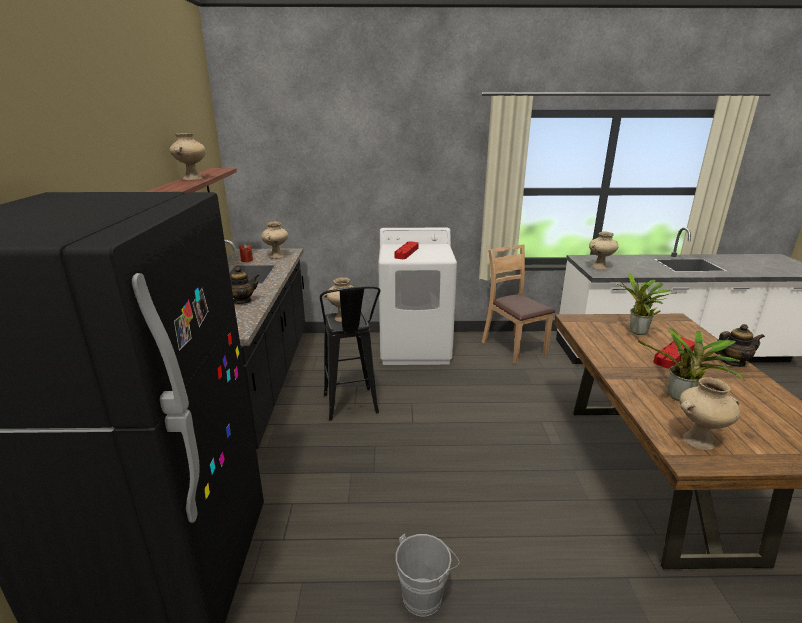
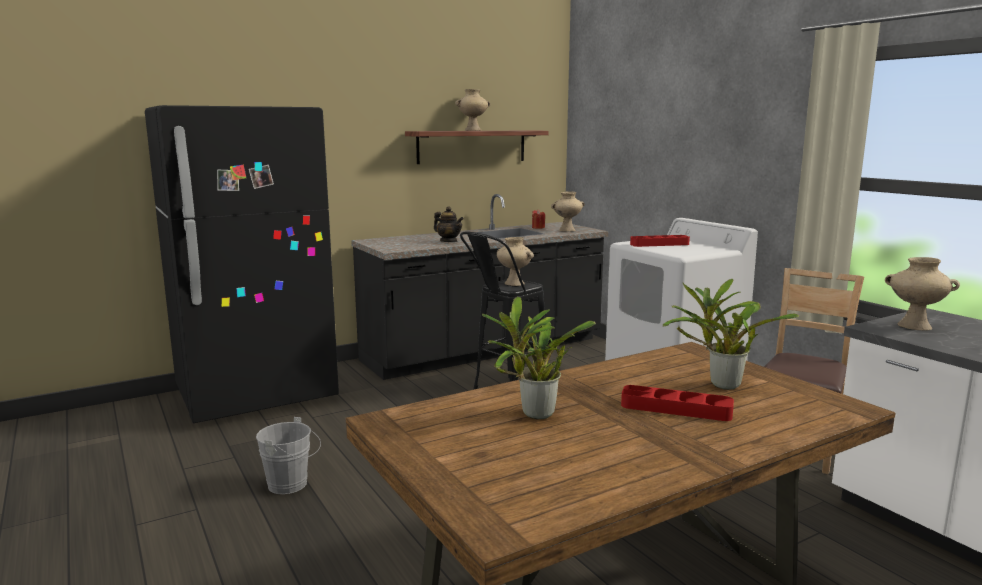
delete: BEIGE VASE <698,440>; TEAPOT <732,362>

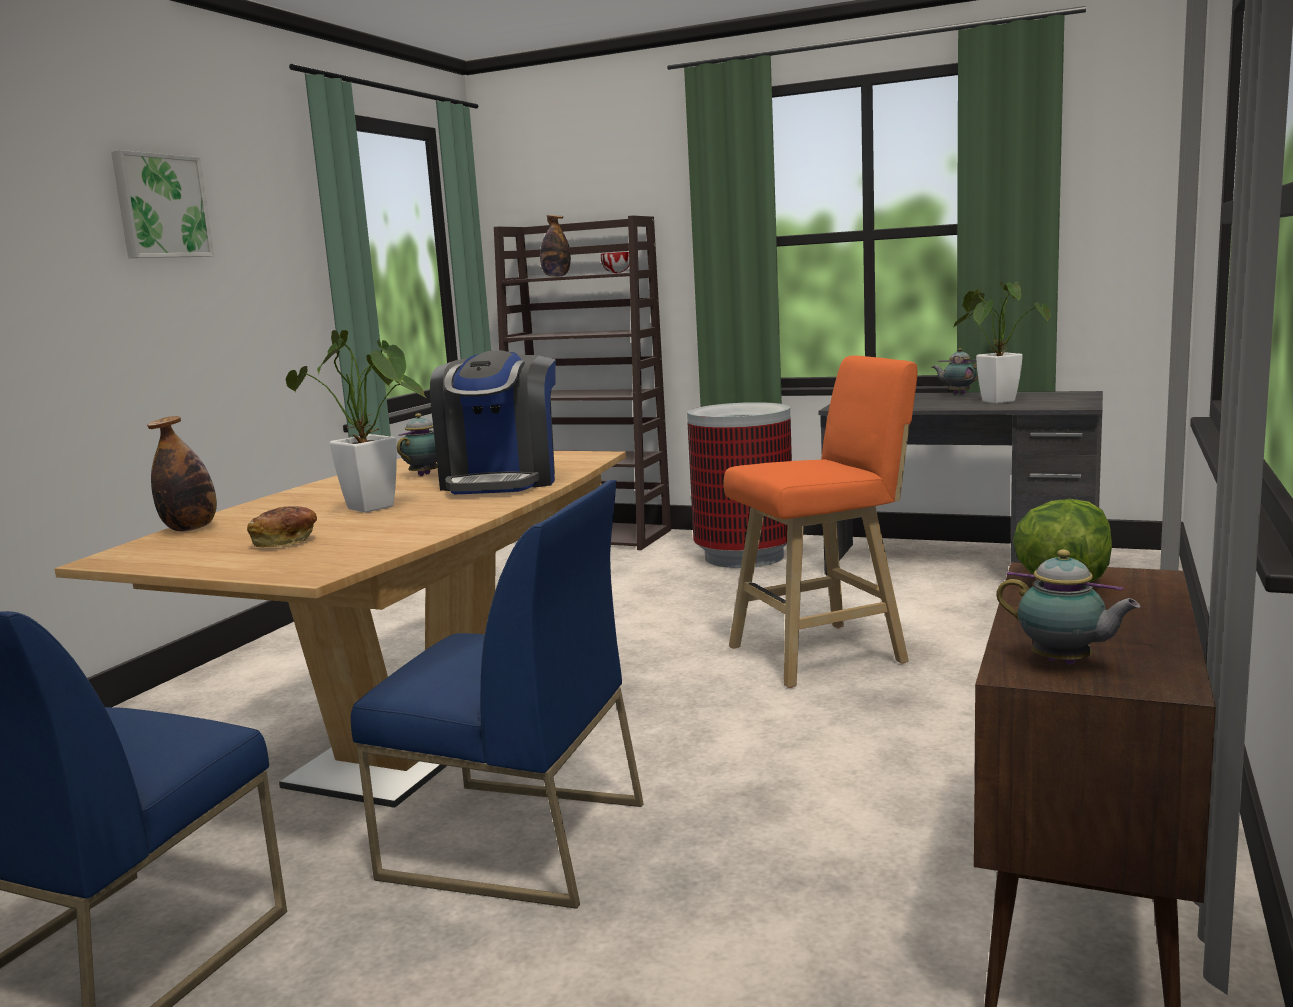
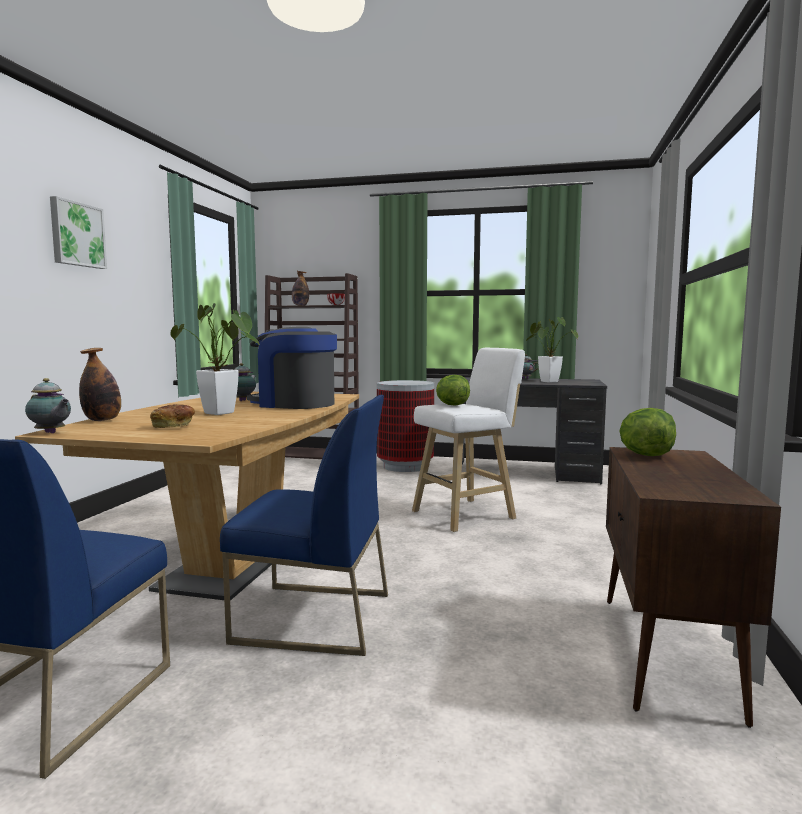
insert: LETTUCE <451,405>
move: TEAPOT <1064,663> to <51,433>
recolor: ORANGE STOOL <824,653> to WHITE STOOL <467,514>
rotate: COFFEE MACHINE <501,481> = <294,404> 120 degrees clockwise

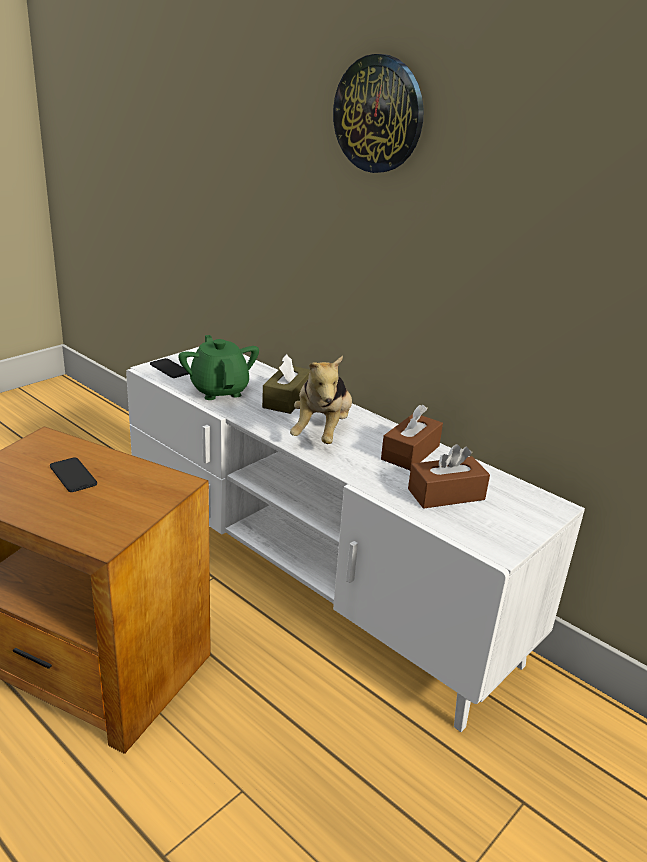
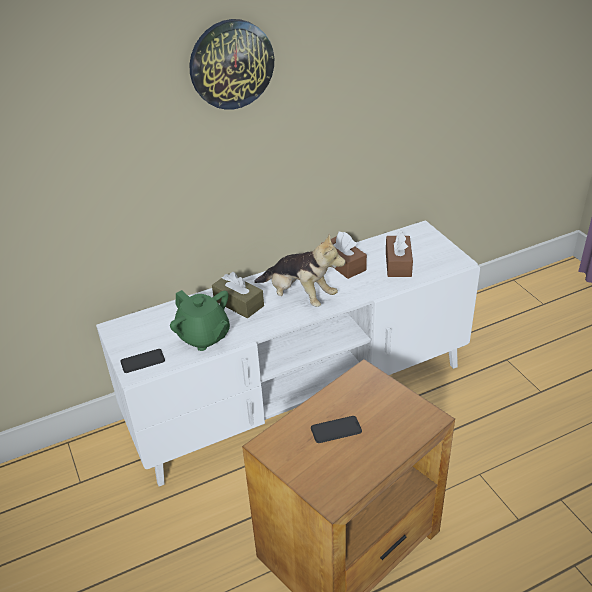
rotate: GREEN TEAPOT <219,390> = <204,337> 135 degrees counterclockwise

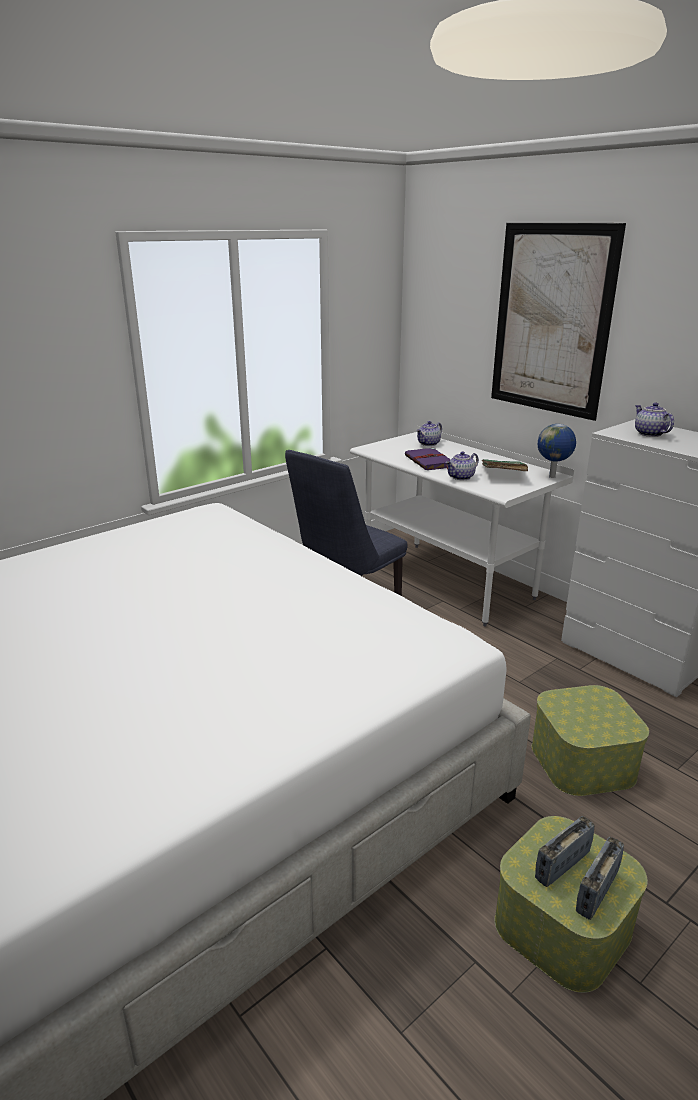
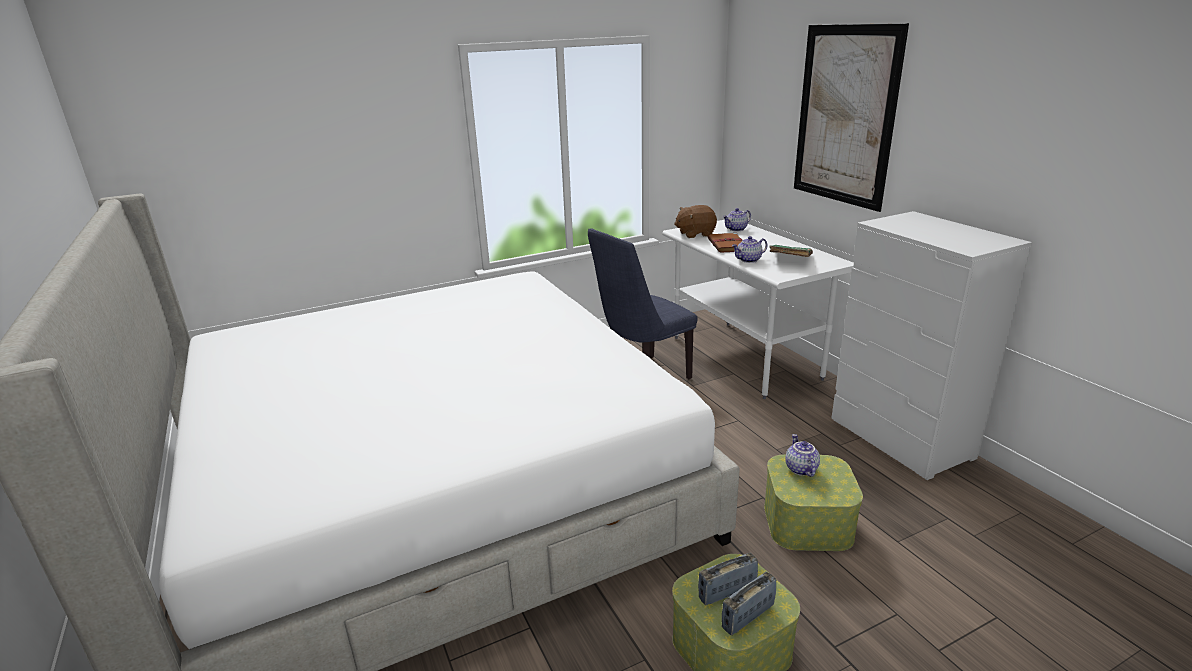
delete: GLOBE <553,477>
insert: BROWN PLUSH TOY <695,234>
move: TEAPOT <649,434> to <800,469>
recolor: PURPLE BOOK <429,462> to BROWN BOOK <727,245>

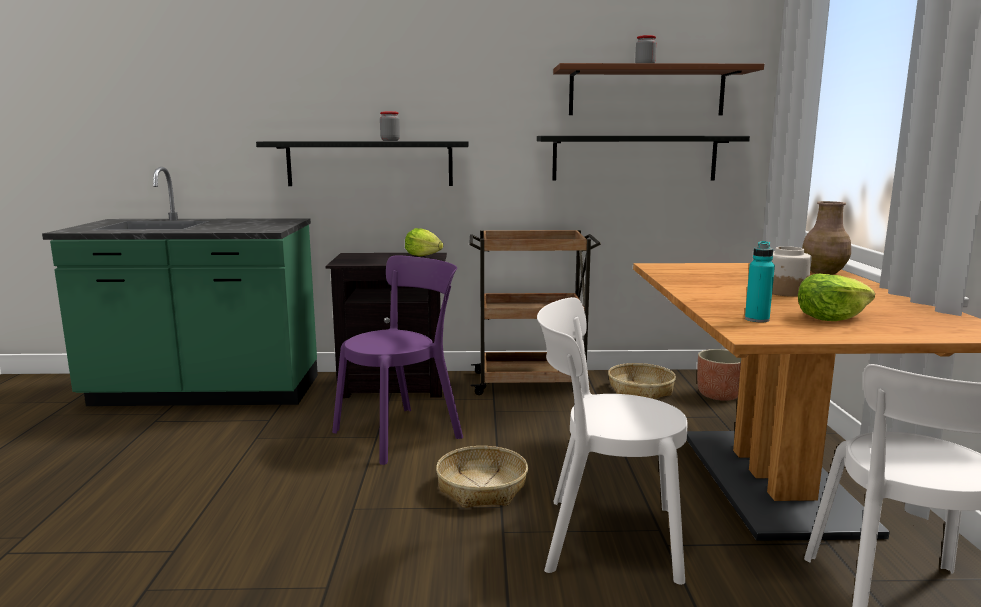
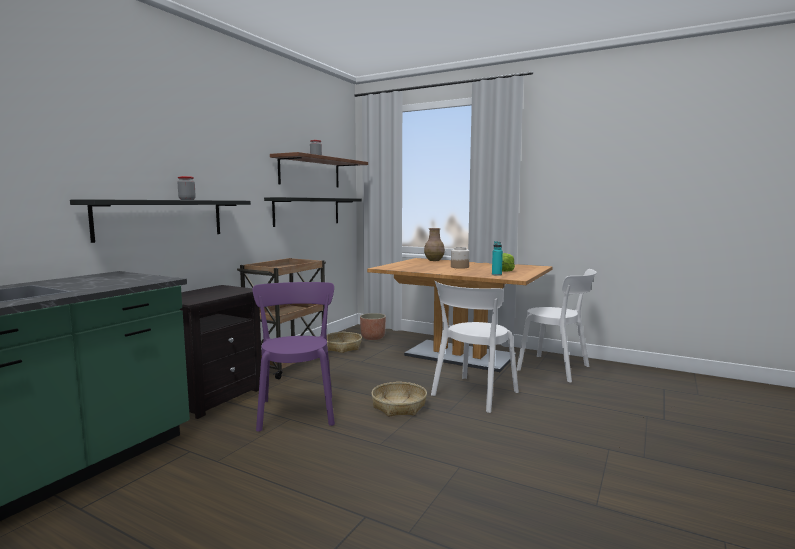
delete: LETTUCE <423,256>

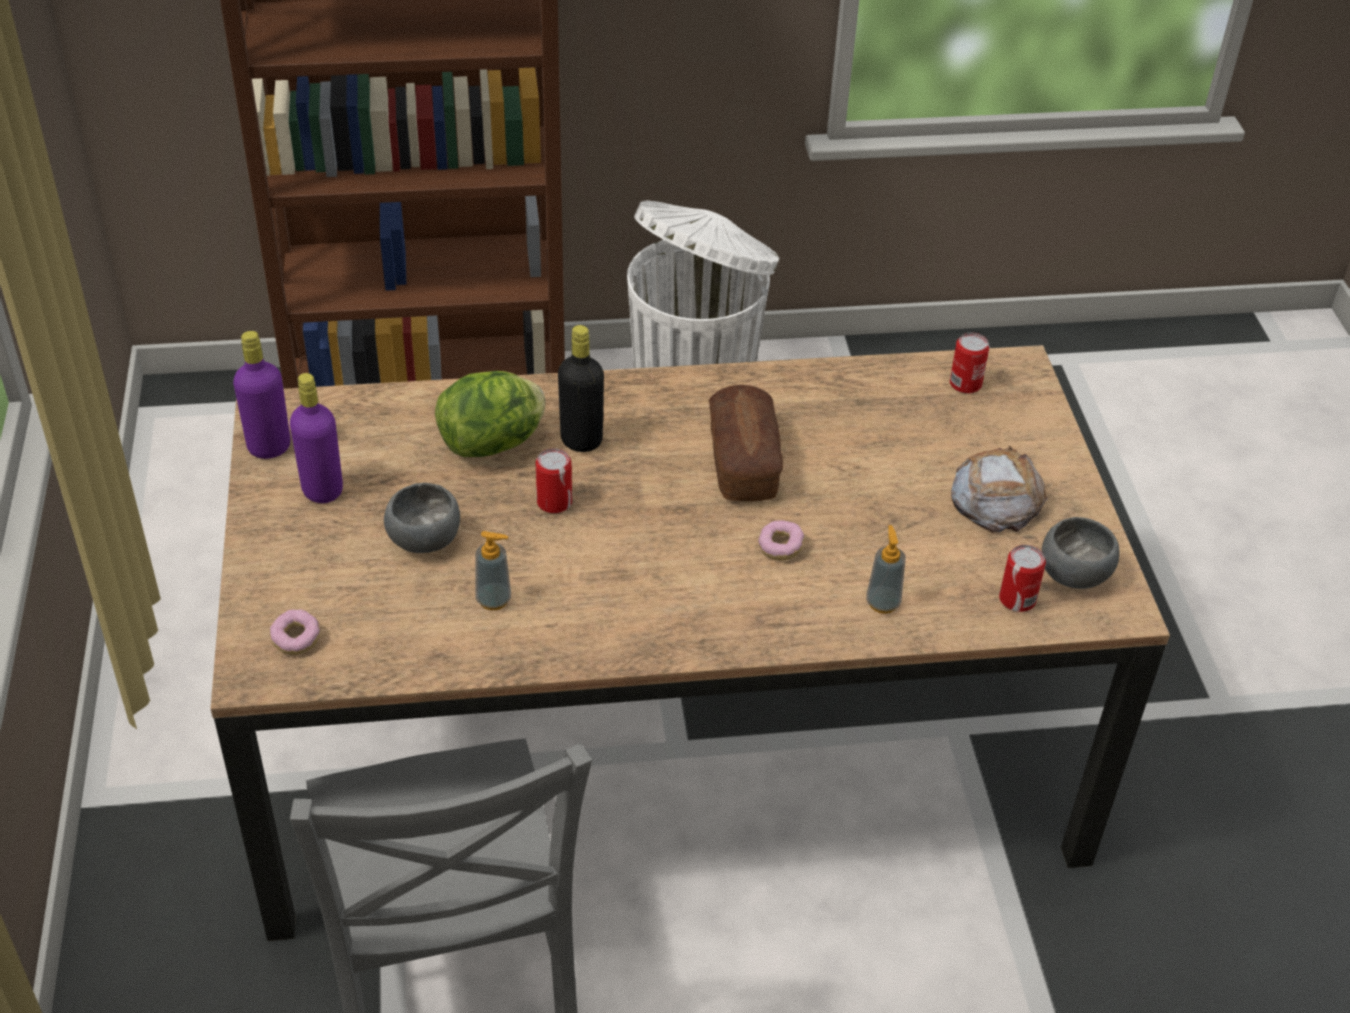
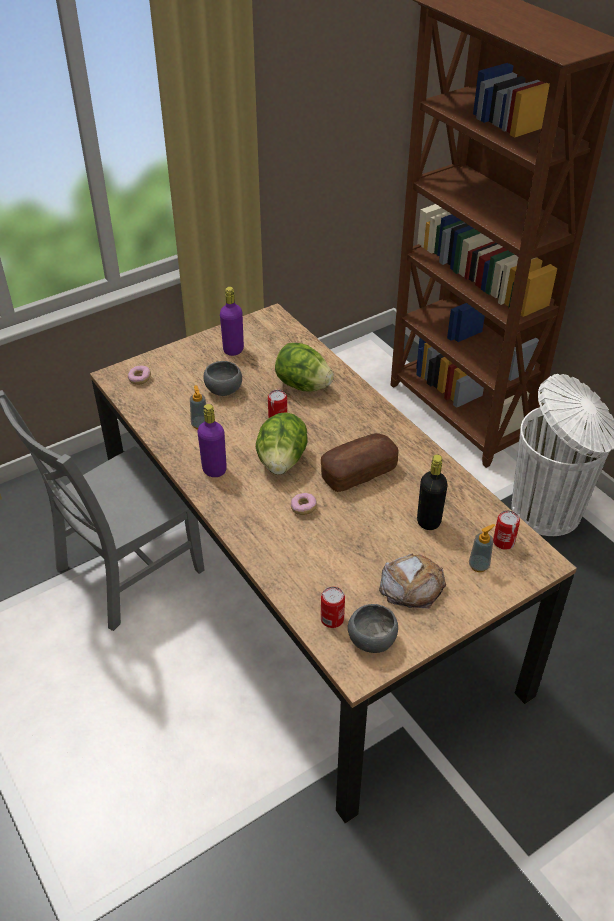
insert: LETTUCE <282,461>
move: PURPLE BOTTLE <269,447> to <214,470>; BLACK BOTTLE <581,440> to <428,521>; SOAP DISPENSER <883,603> to <479,565>

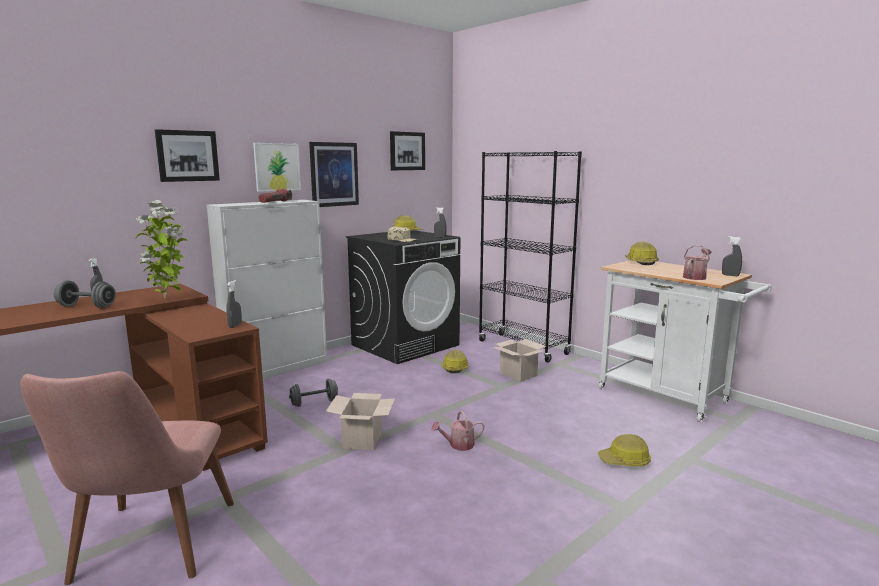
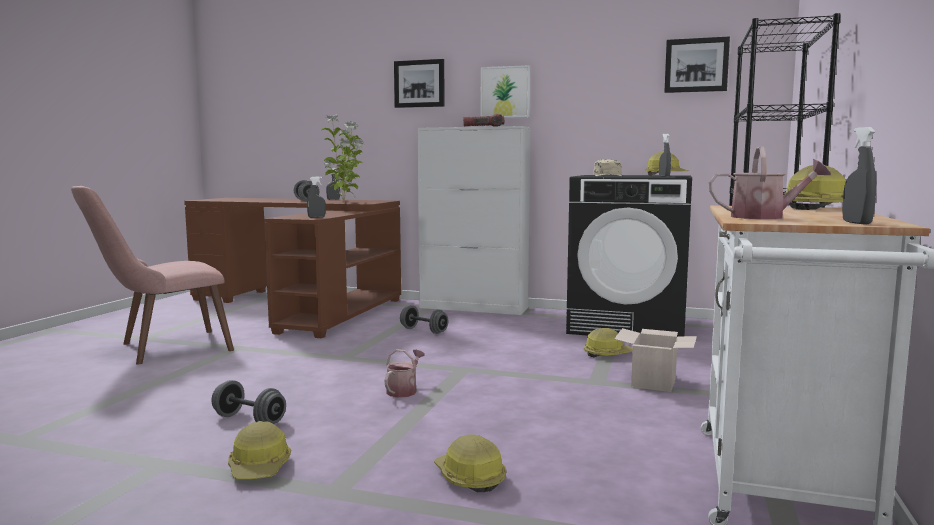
delete: PICTURE <334,174>; CARDBOARD BOX <362,440>
insert: GREY DUMBBELL <249,420>; HARD HAT <260,467>
rotate: WATERING CAN <458,445> = <404,390> 75 degrees clockwise

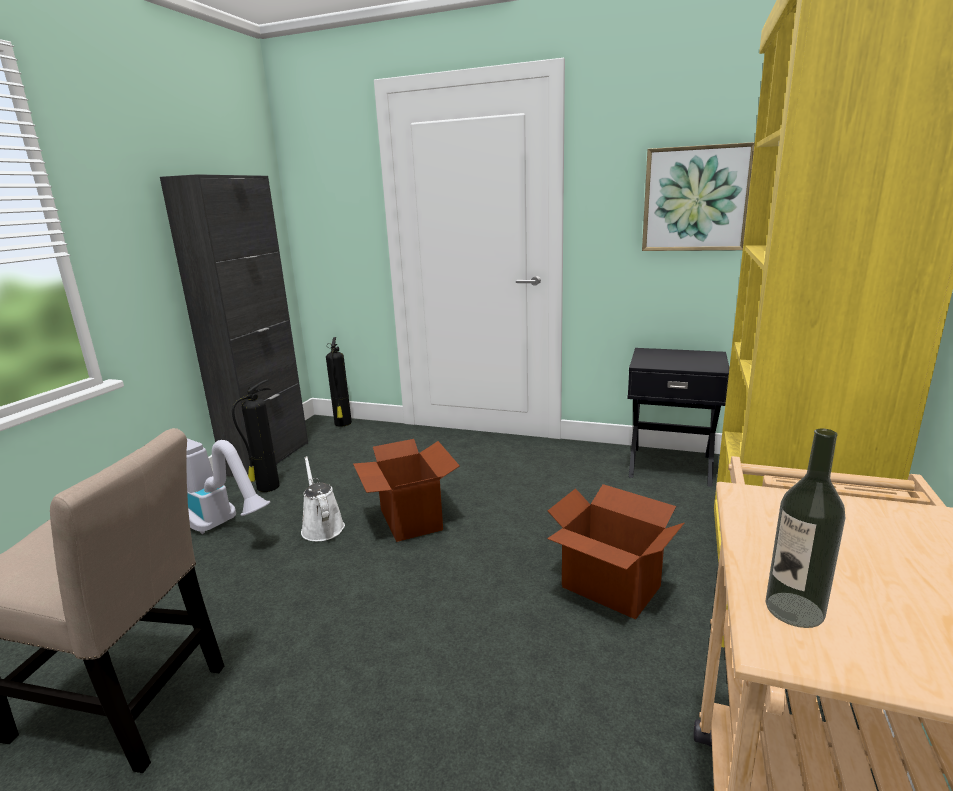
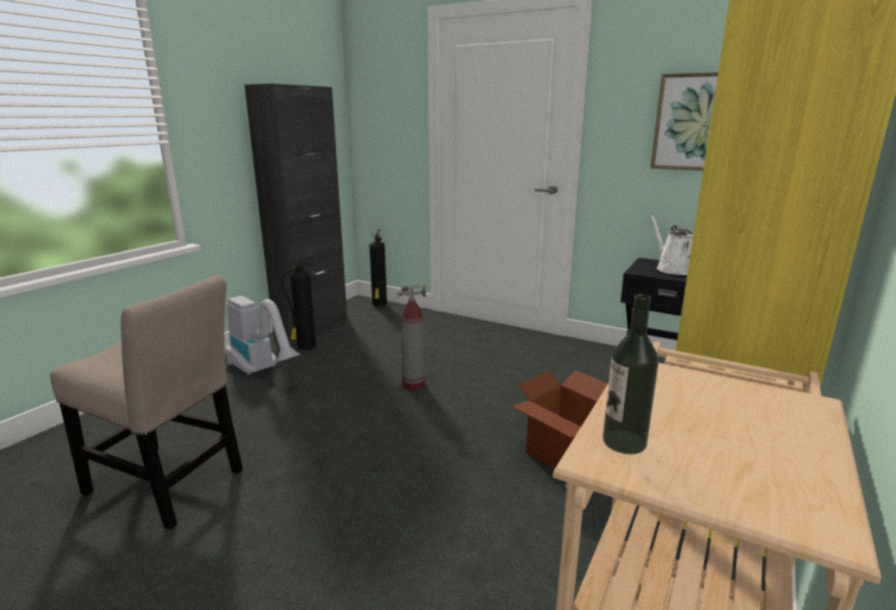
move: WHITE WATERING CAN <322,527> to <672,269>
replace: CARDBOARD BOX <409,520> to FIRE EXTINGUISHER <413,385>

